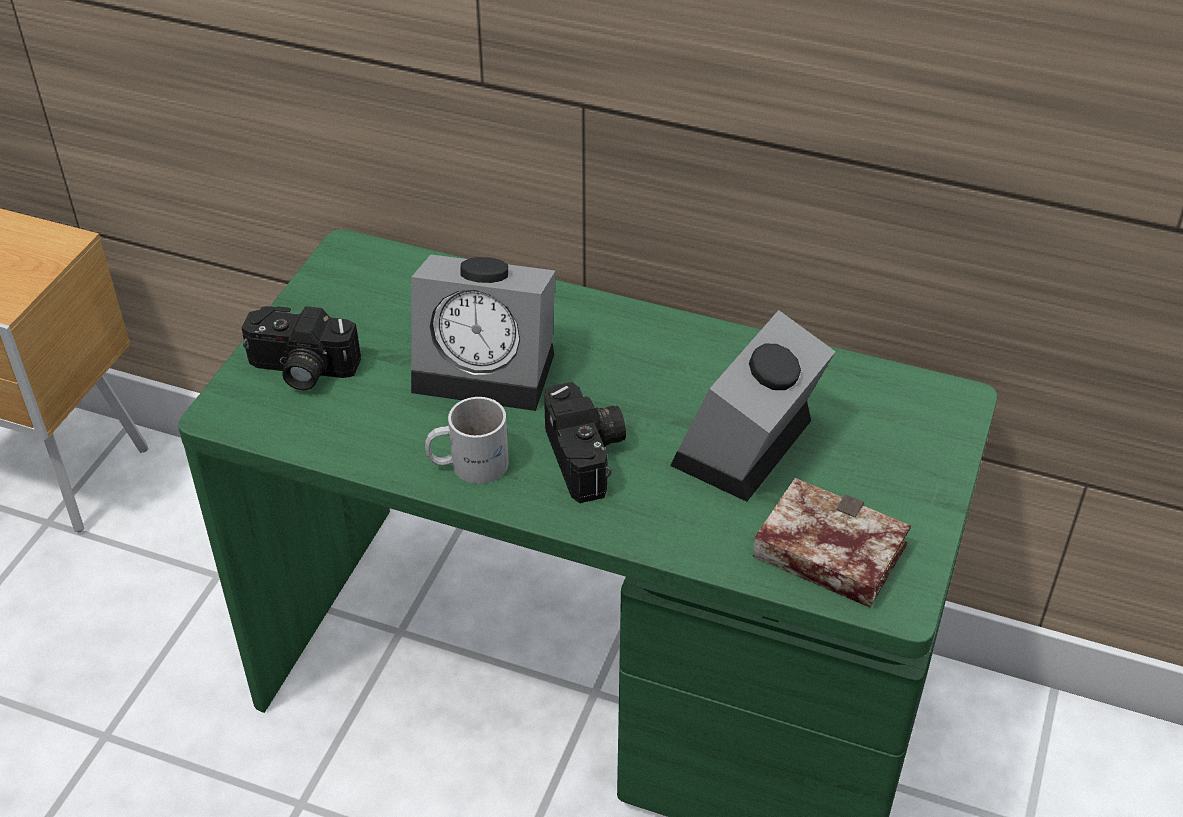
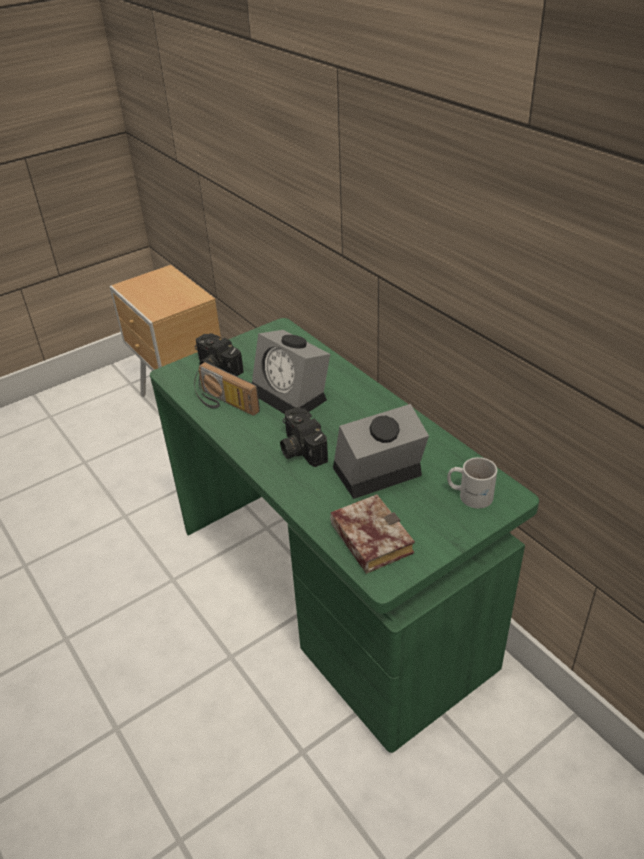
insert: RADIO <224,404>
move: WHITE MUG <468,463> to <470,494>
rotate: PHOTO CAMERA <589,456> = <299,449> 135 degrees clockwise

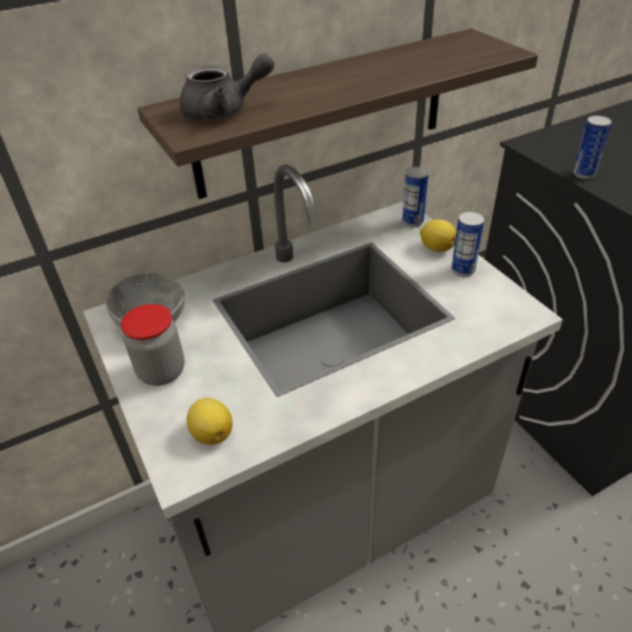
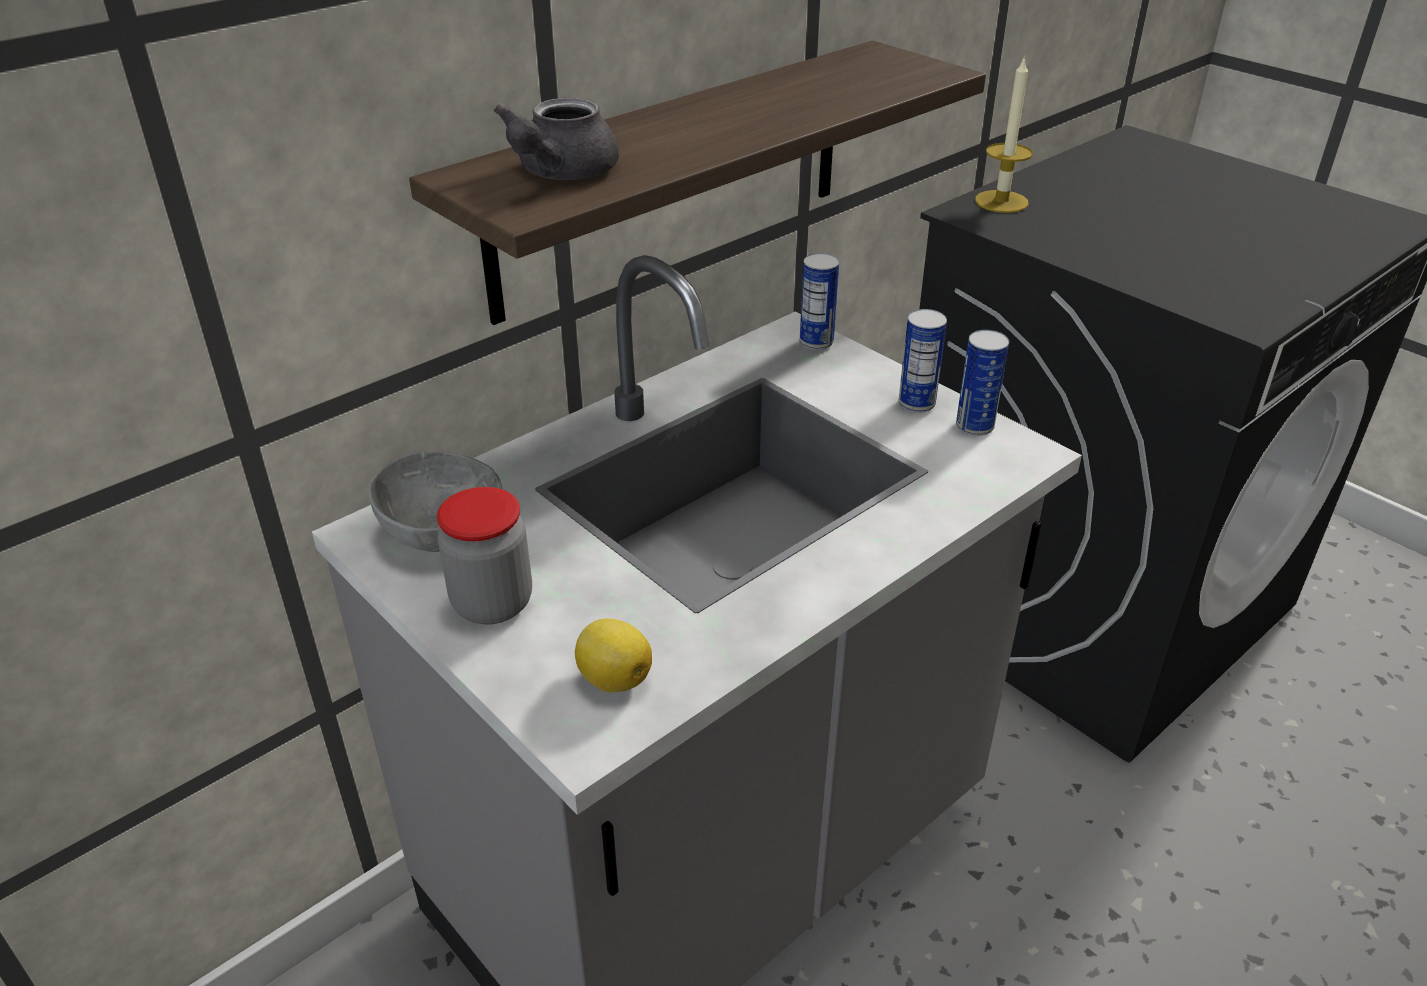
delete: LEMON <436,248>
insert: CANDLE <1001,201>
move: CAN <583,174> to <974,426>
rotate: GREY TEAPOT <224,111> = <559,173> 135 degrees clockwise

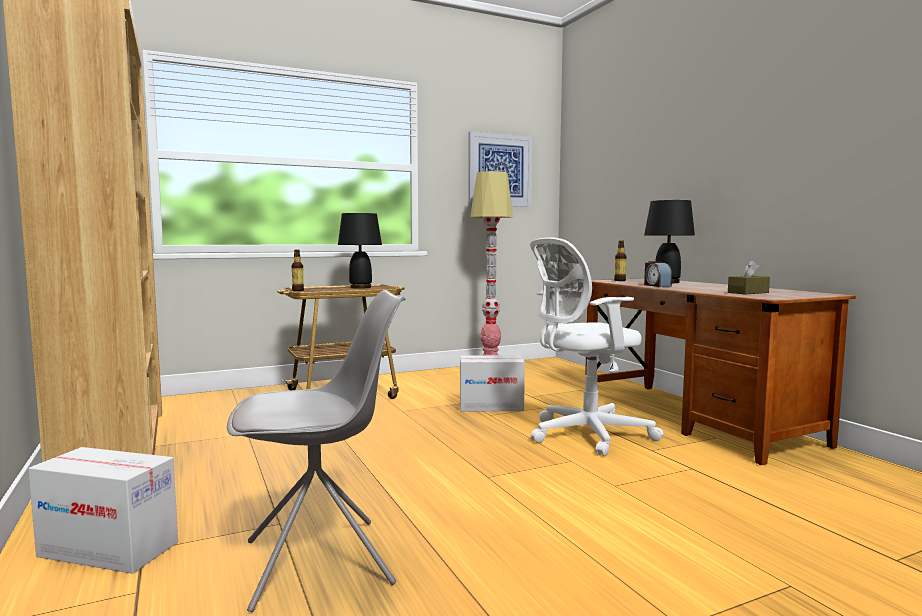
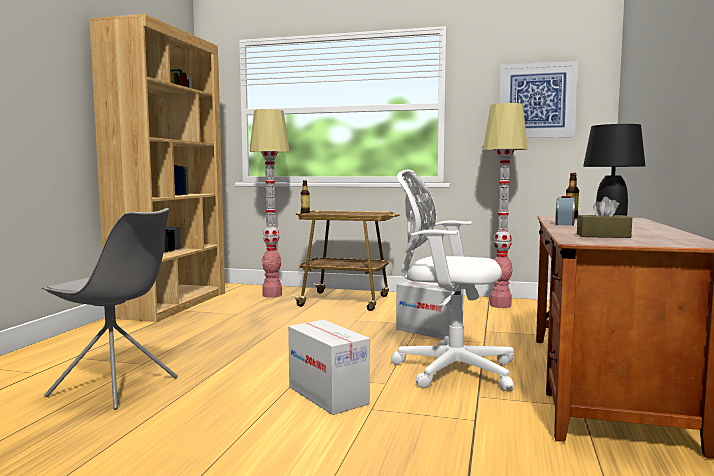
delete: BLACK TABLE LAMP <360,287>
insert: FLOOR LAMP <272,295>
move: CARDBOARD BOX <109,549> to <328,395>

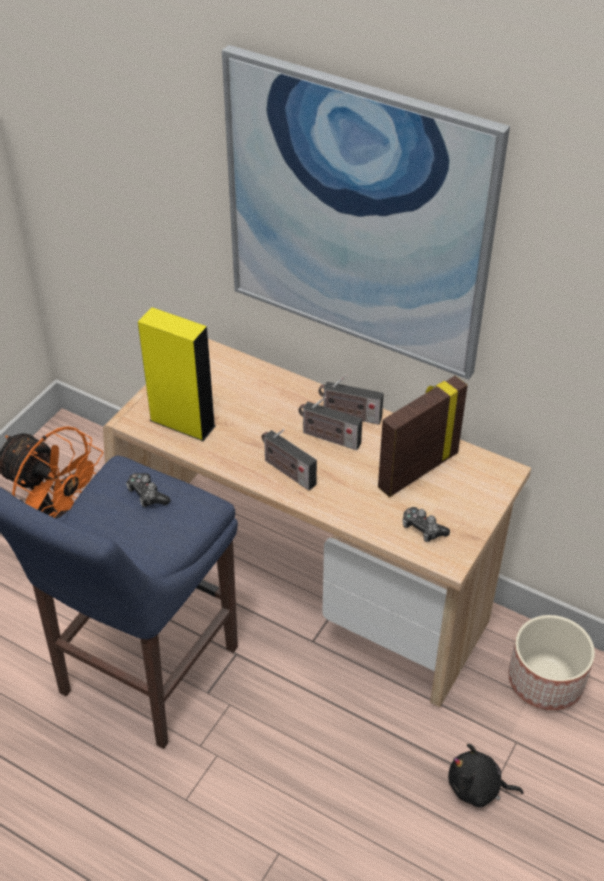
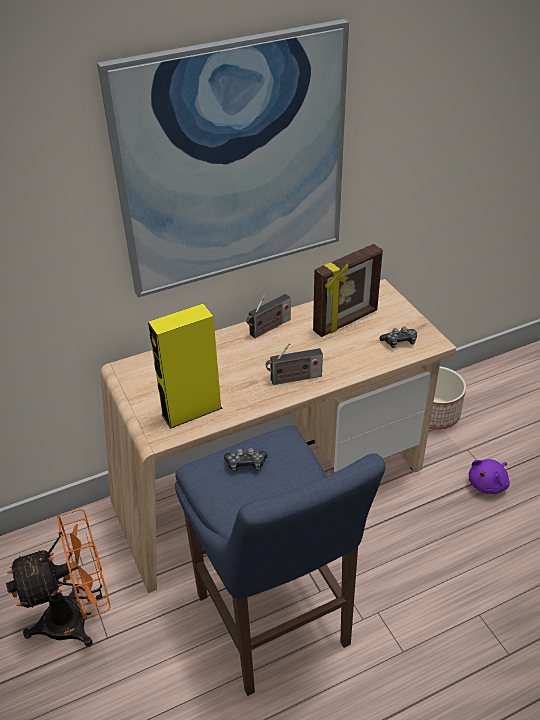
delete: RADIO <328,438>
recolor: BLACK PLUSH TOY <477,787> to PURPLE PLUSH TOY <488,484>
rotate: PICTURE FRAME <417,470> = <346,322> 120 degrees counterclockwise

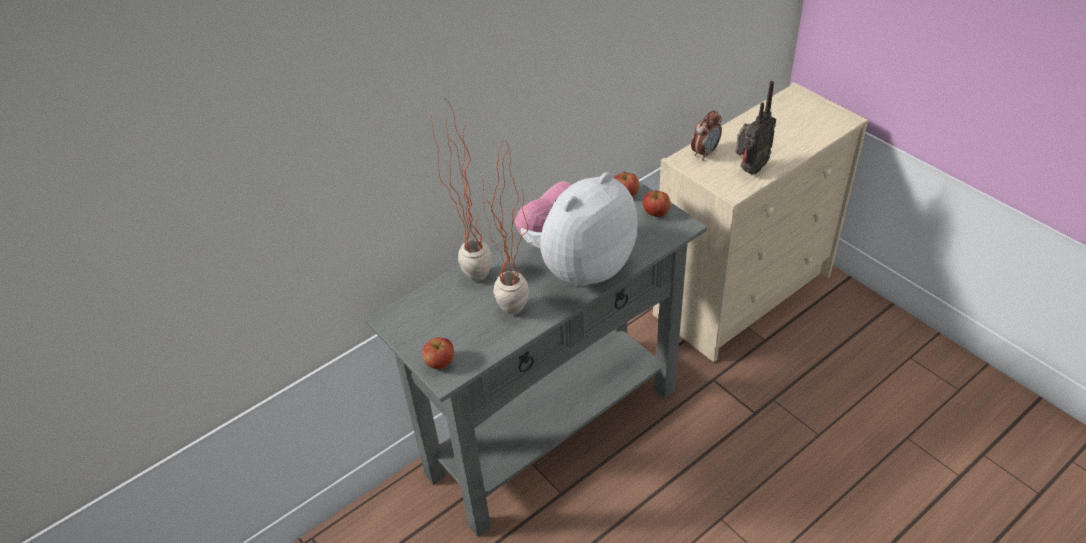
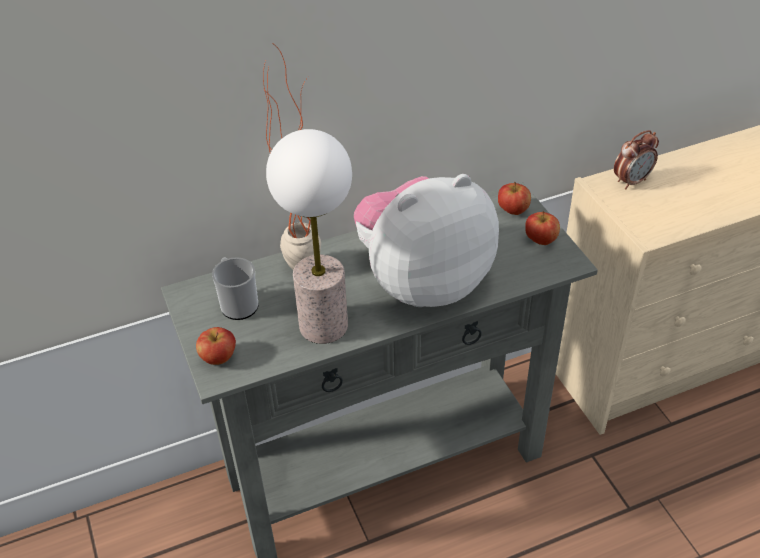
delete: RADIO <749,169>
insert: MUG <238,303>
replace: POTTED PLANT <514,317> to TABLE LAMP <323,325>

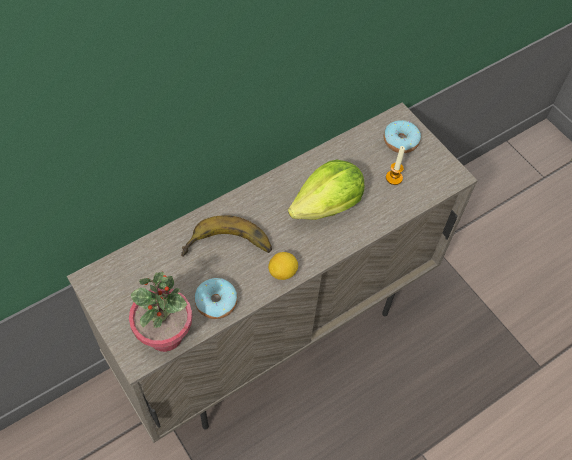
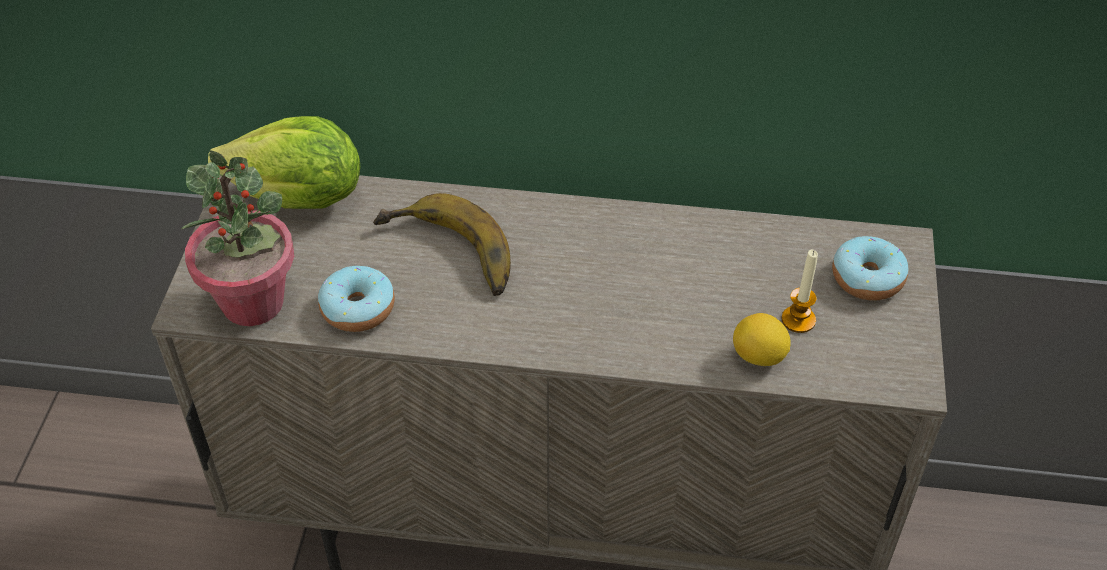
move: LEMON <283,272> to <758,357>; LETTUCE <327,206> to <299,198>

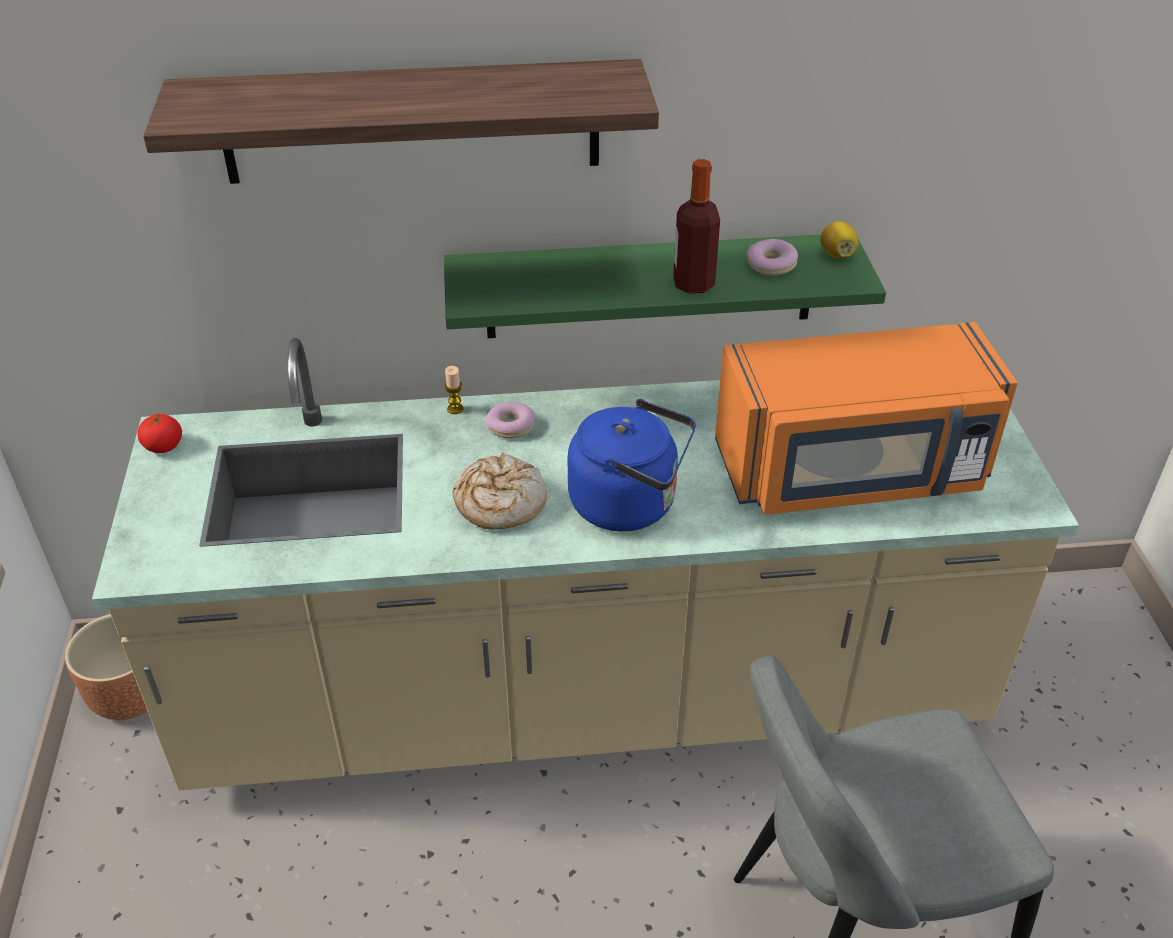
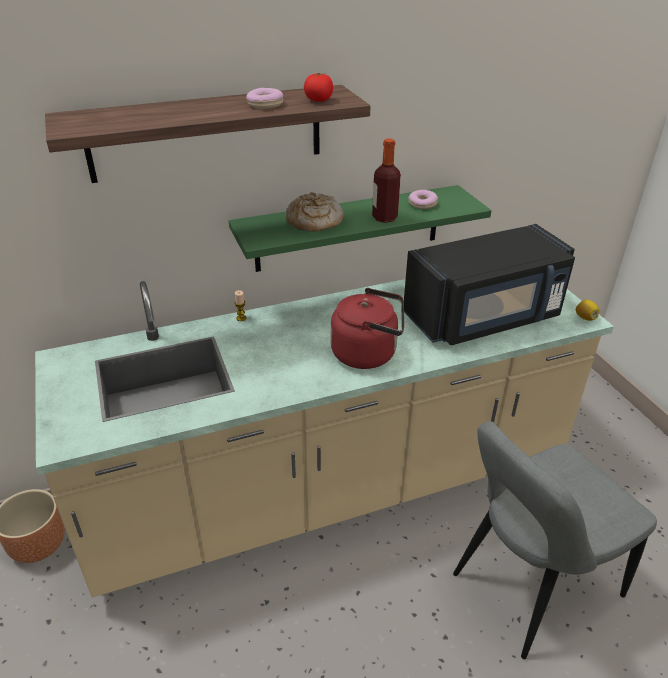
move: TOMATO <163,446> to <318,100>; BREAD <499,503> to <314,221>; DONUT <510,426> to <265,104>; LEMON <837,254> to <585,318>
recolor: BLUE KETTLE <630,504> to RED KETTLE <368,353>; ORANGE MICROWAVE <852,472> to BLACK MICROWAVE <484,318>

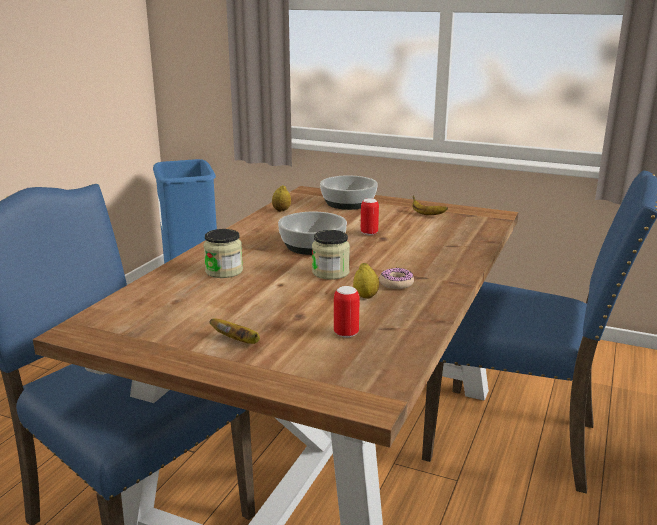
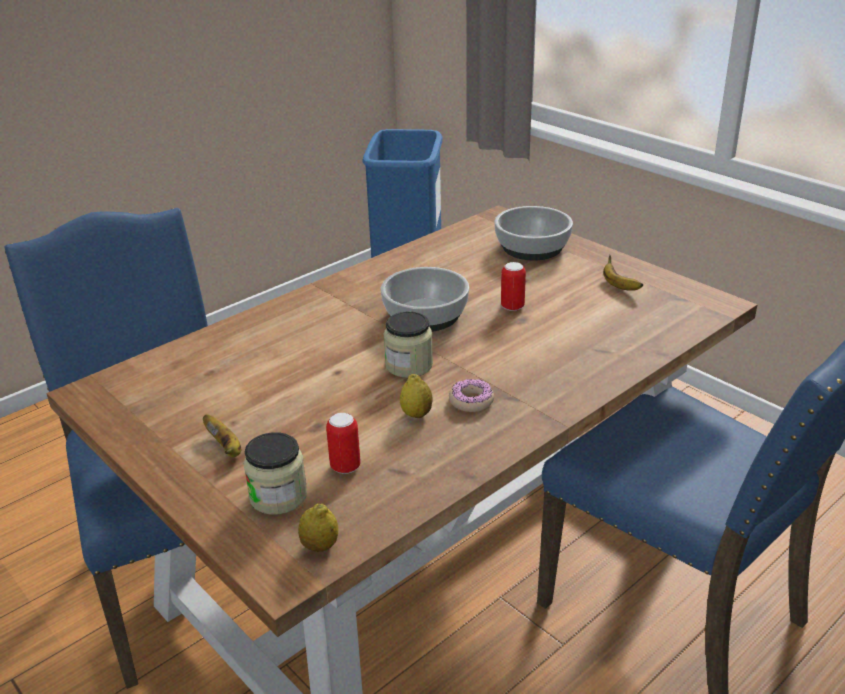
move: JAR <224,271> to <278,496>; LEMON <281,210> to <320,546>

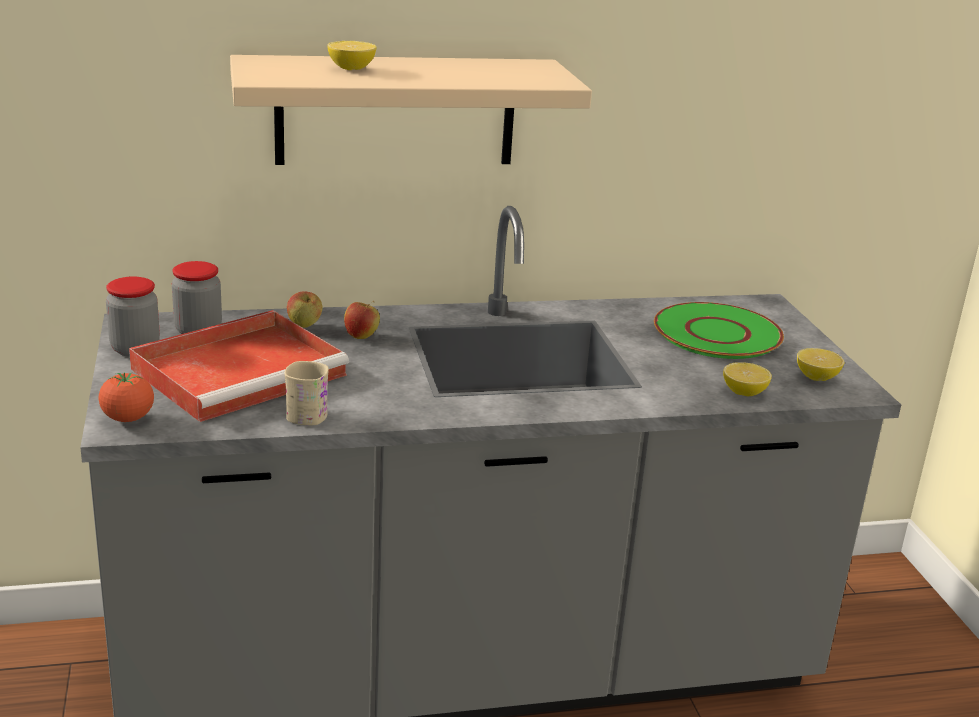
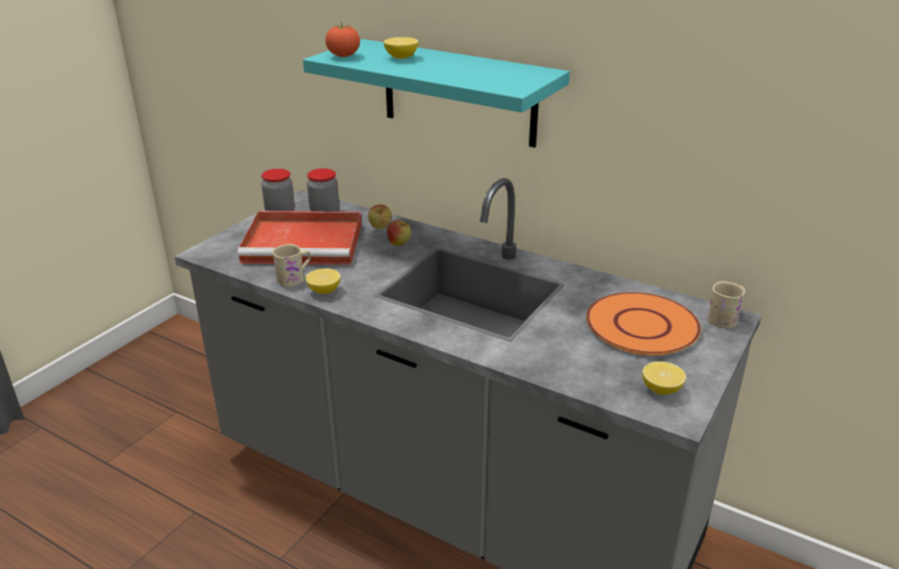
insert: BEIGE MUG <723,318>
move: TOMATO <128,419> to <343,56>; LEMON <744,393> to <324,291>
recolor: BEIGE SHELF <396,111> to TURQUOISE SHELF <458,93>; GREEN PLATE <716,333> to ORANGE PLATE <641,325>

